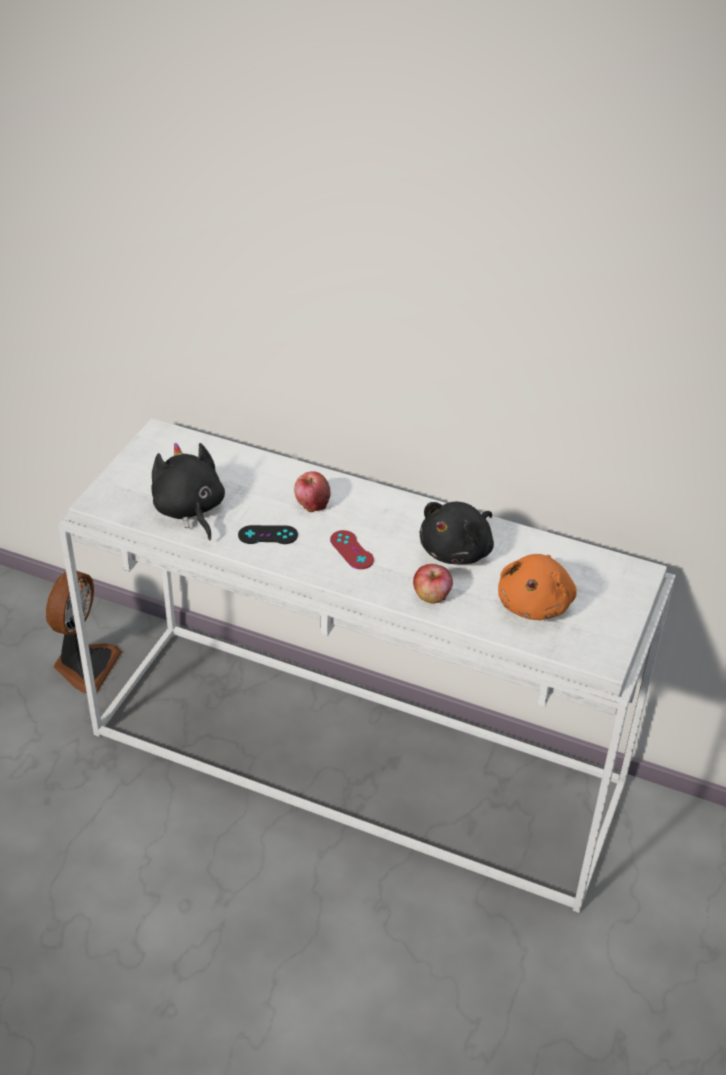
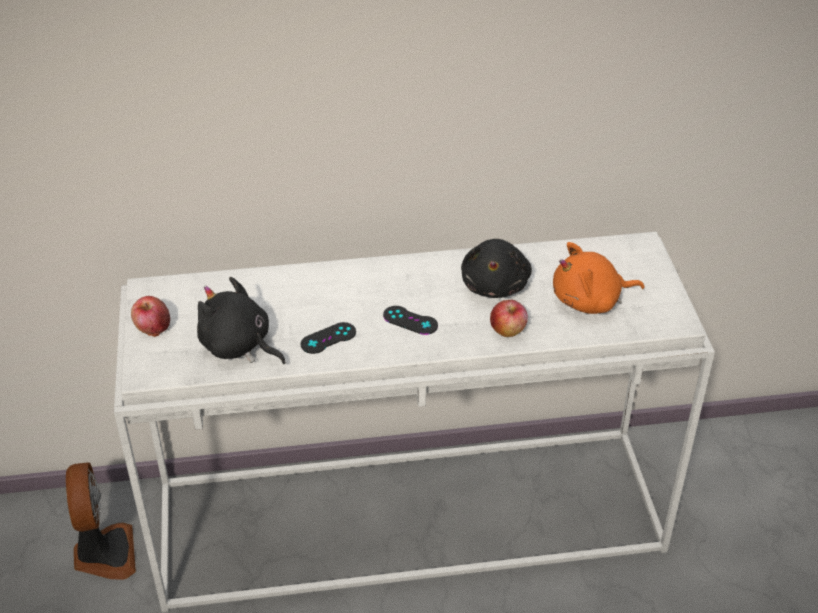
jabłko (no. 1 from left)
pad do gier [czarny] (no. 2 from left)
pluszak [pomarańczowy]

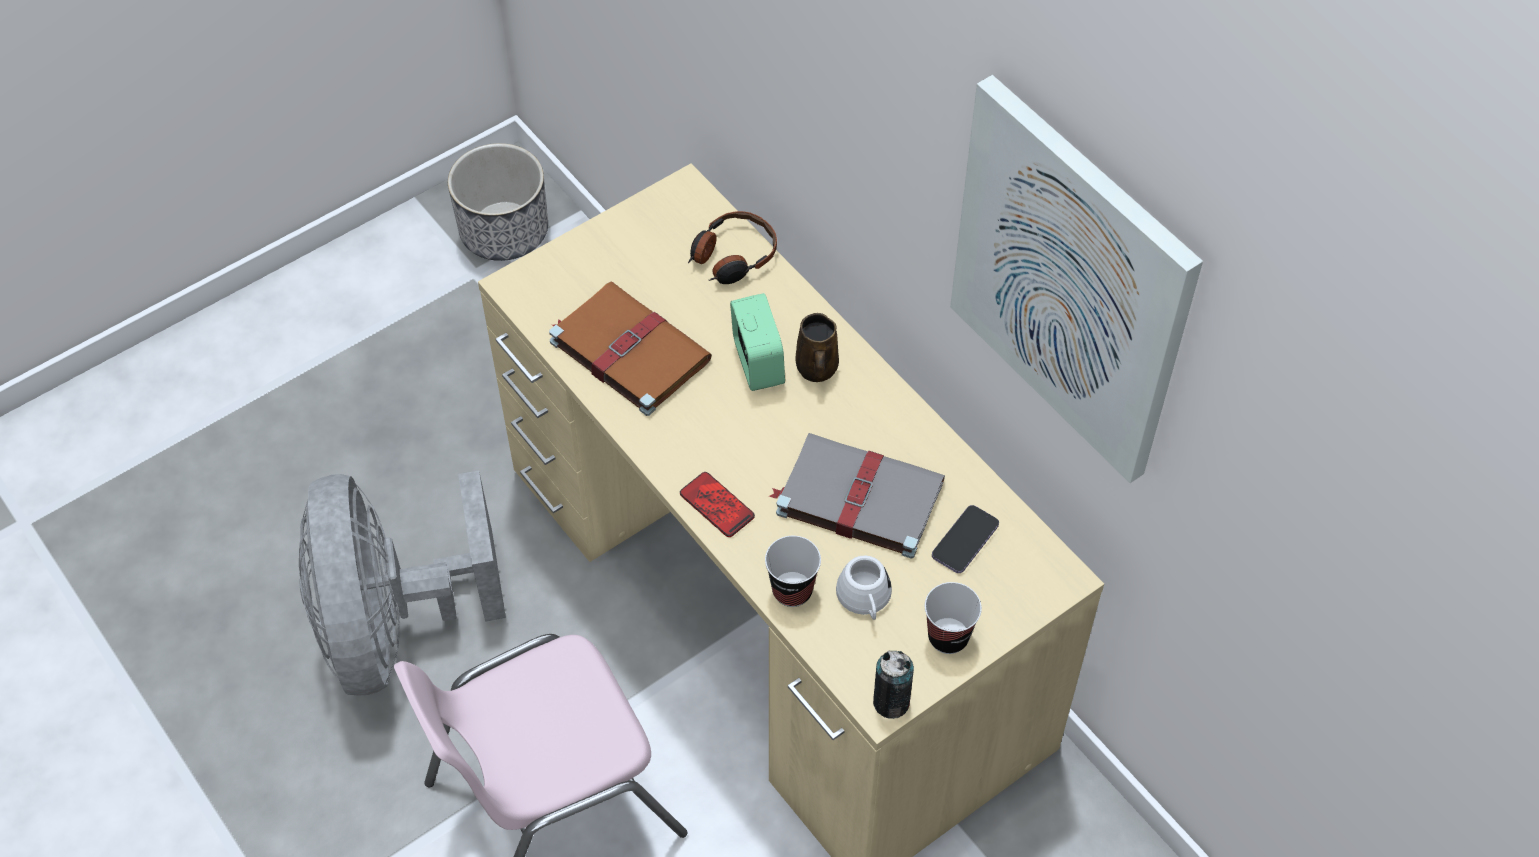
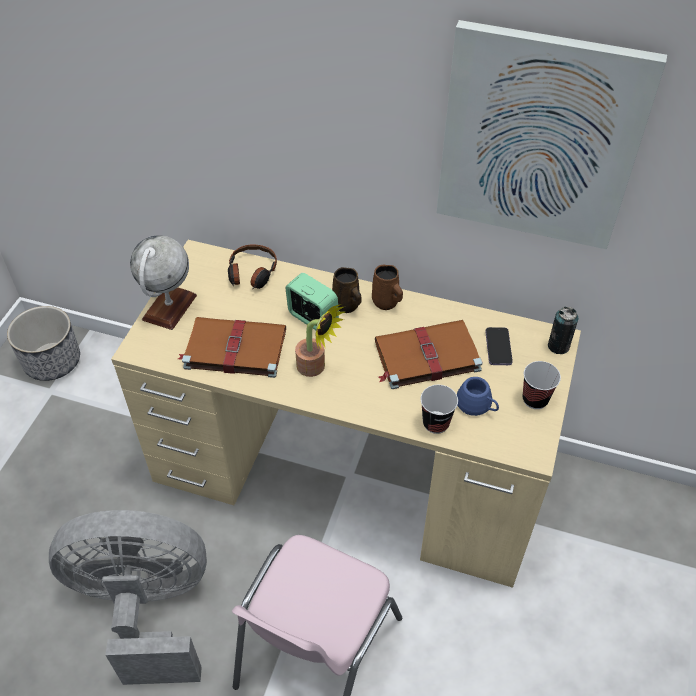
telefon (no. 1 from left in the first image)
globus
roślina doniczkowa
kubek [brązowy] (no. 2 from left)
puszka
książka [brązowy] (no. 2 from left)
kubek [niebieski]
wentylator [szary]

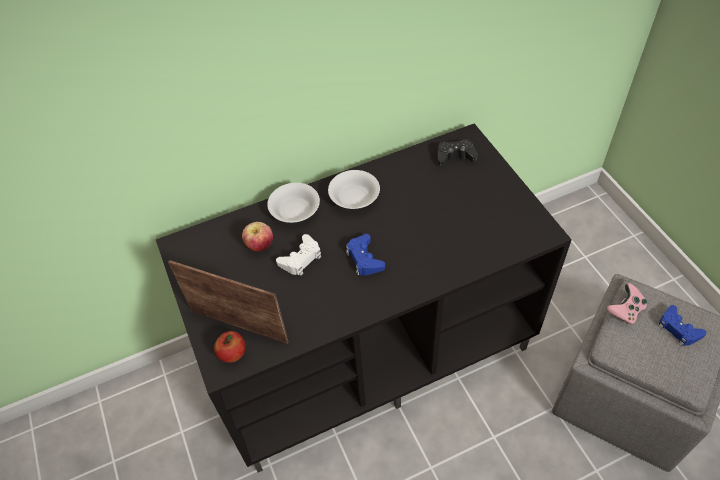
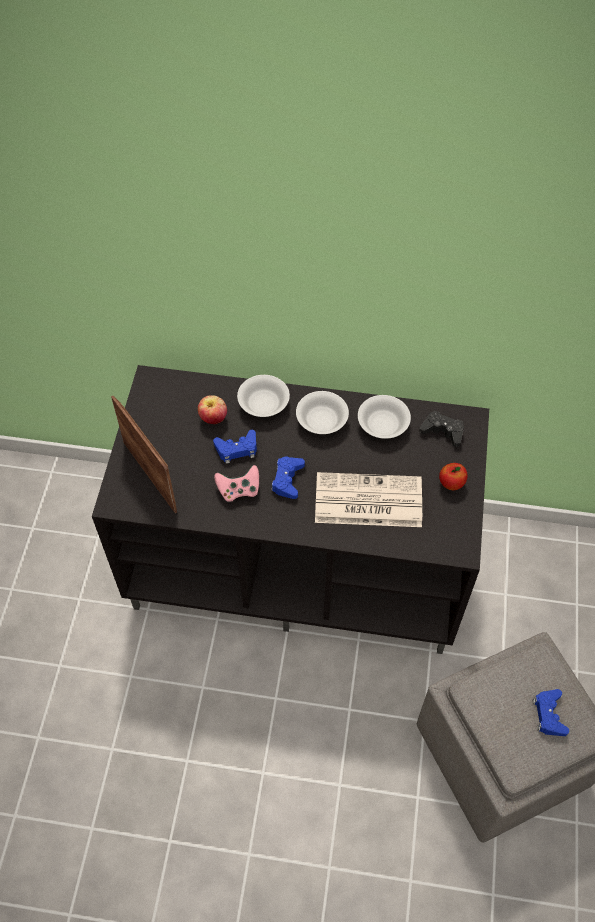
gazeta
miska [biały] (no. 3 from left)
jabłko (no. 2 from left)
pad do gier [różowy]
pad do gier [niebieski] (no. 1 from left)

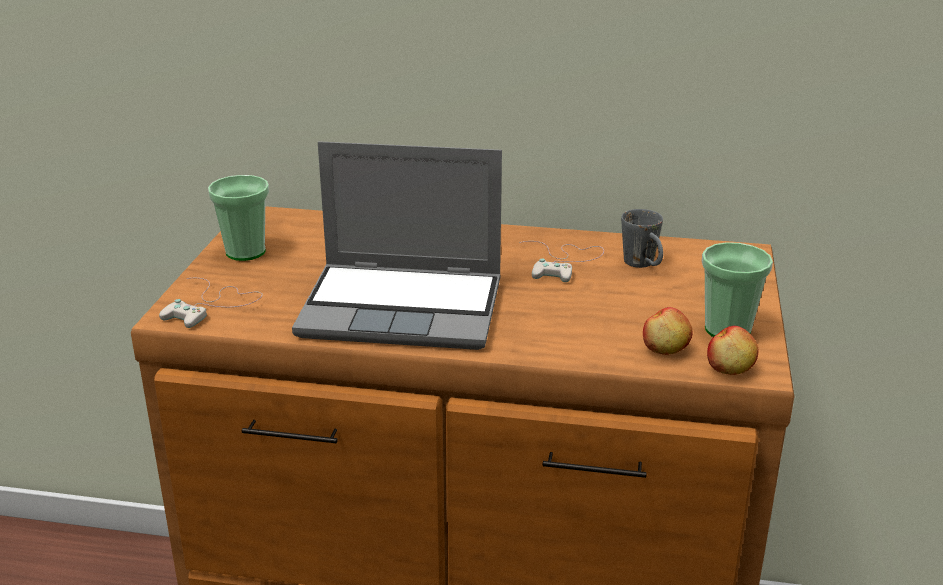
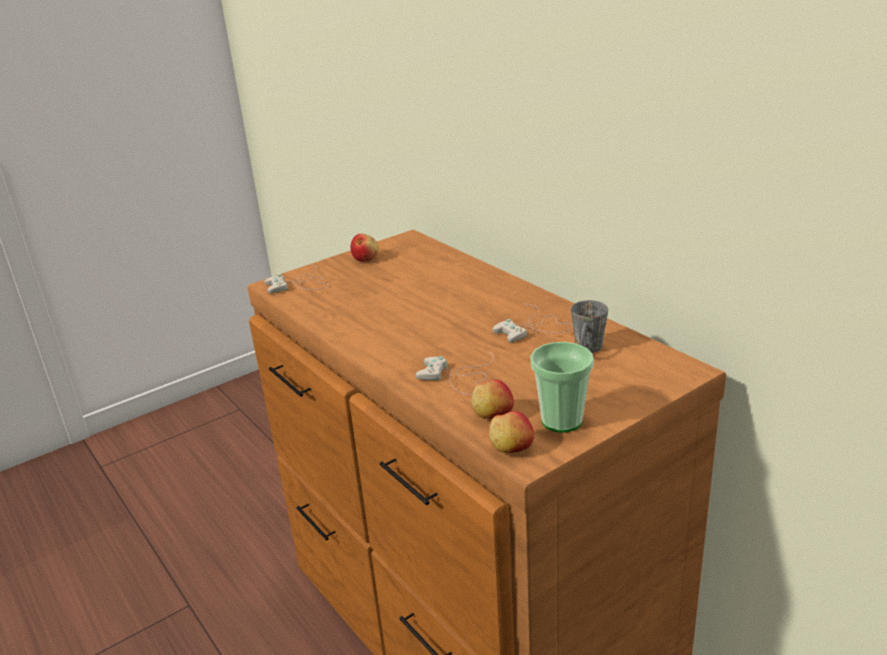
laptop
pad do gier [biały] (no. 2 from left)
jabłko (no. 1 from left)

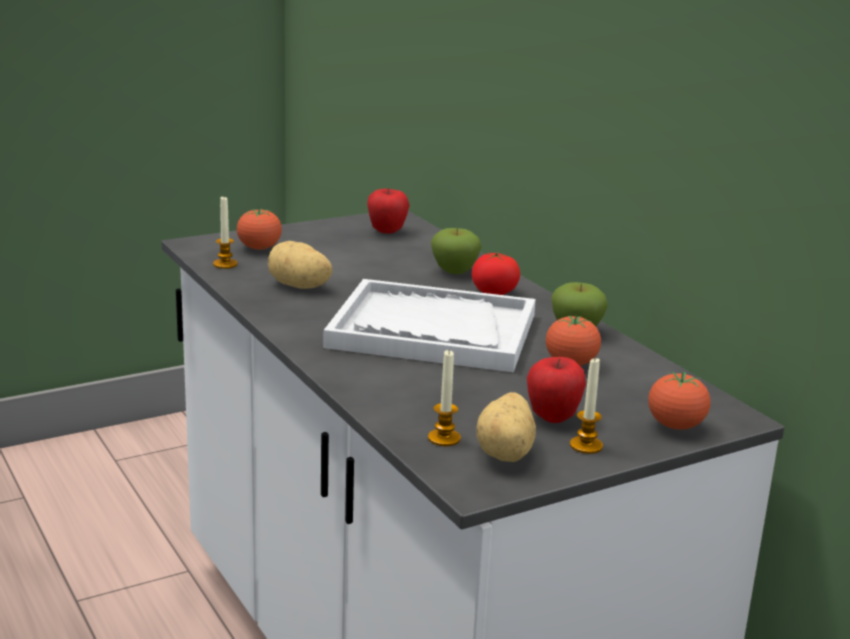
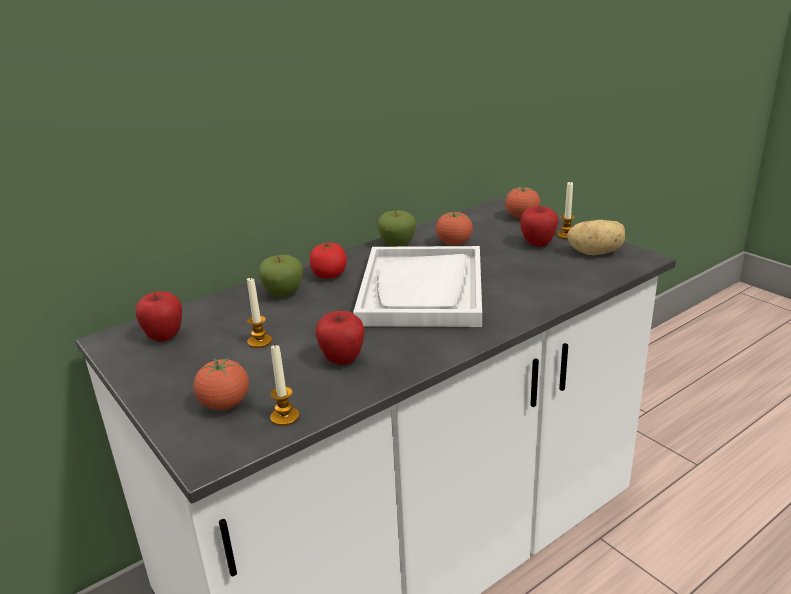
świeca (no. 1 from left)
jabłko (no. 3 from left)

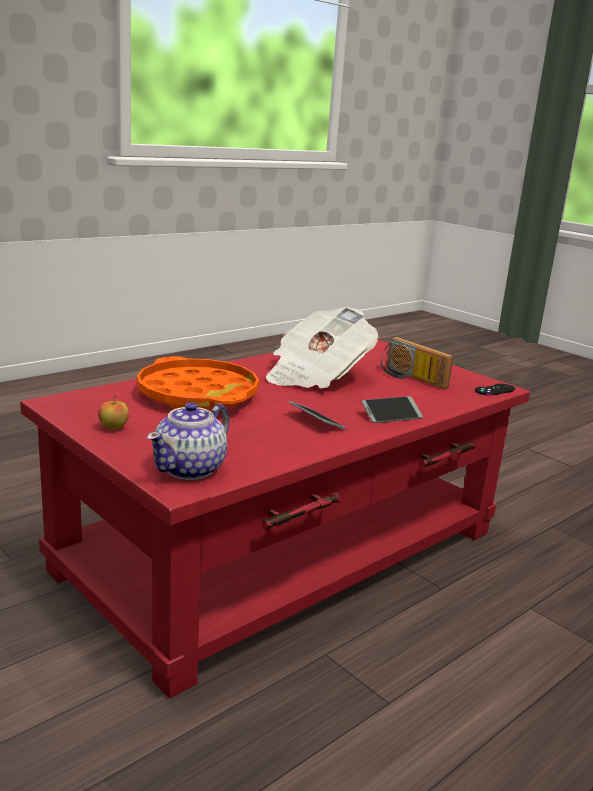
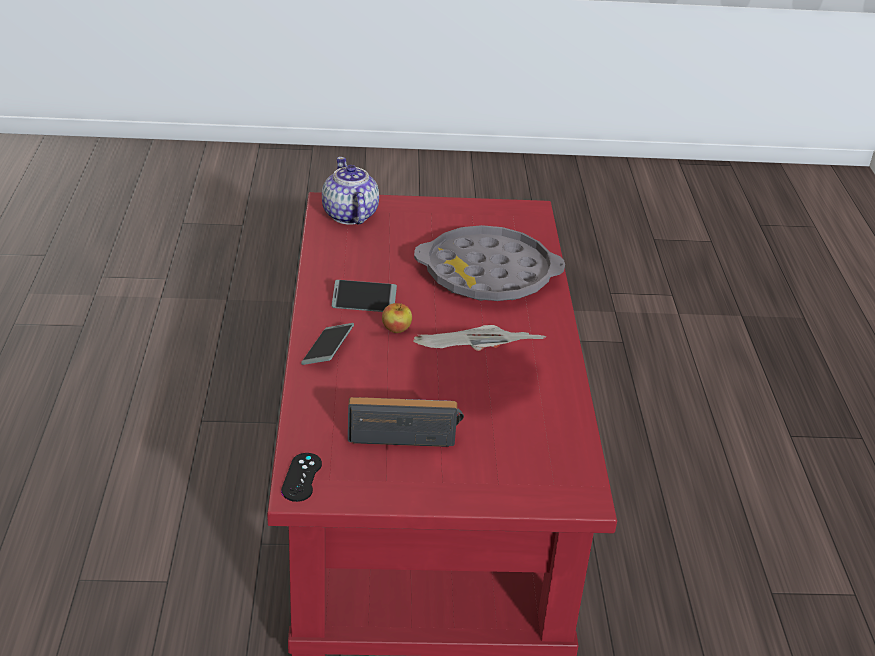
jabłko
taca [szary]

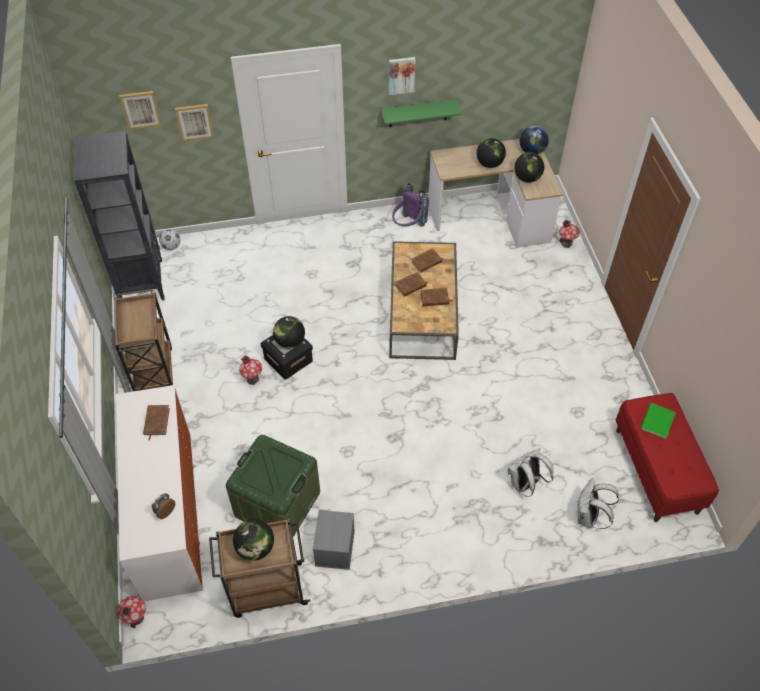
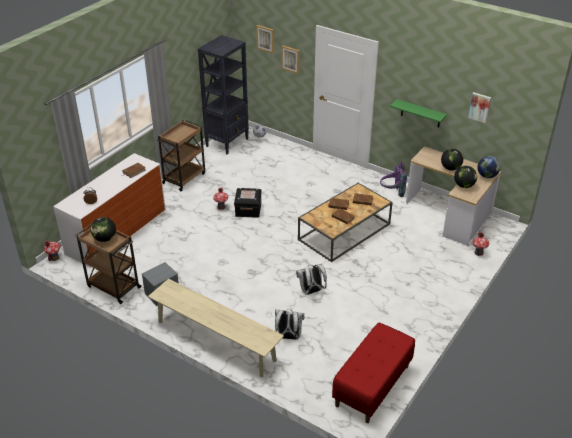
pojemnik do przechowywania [zielony]
globus (no. 2 from left in the first image)
książka [zielony]
ławka [beżowy]
obraz (no. 3 from left)
plecak [biały] (no. 2 from left)

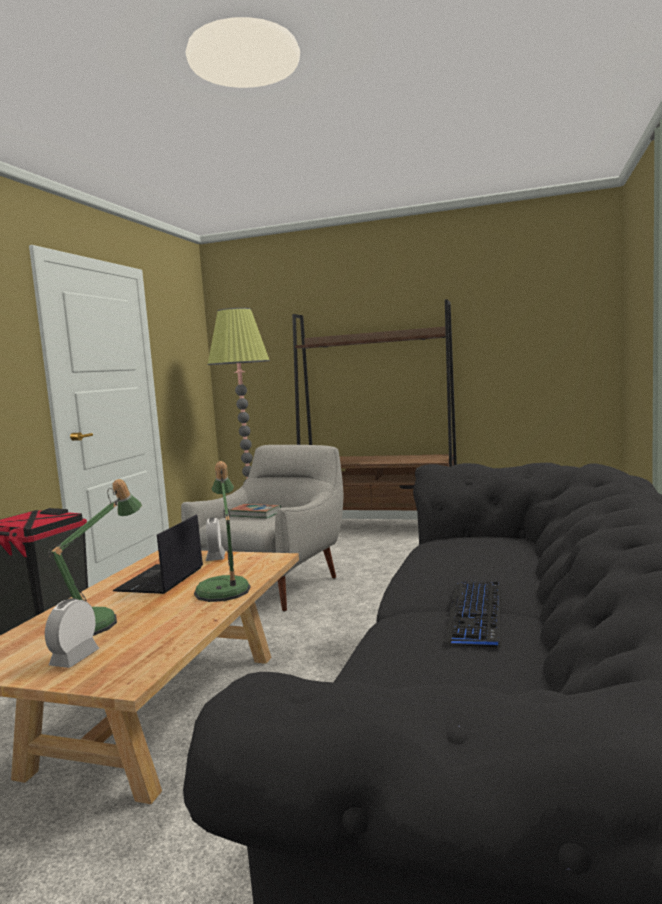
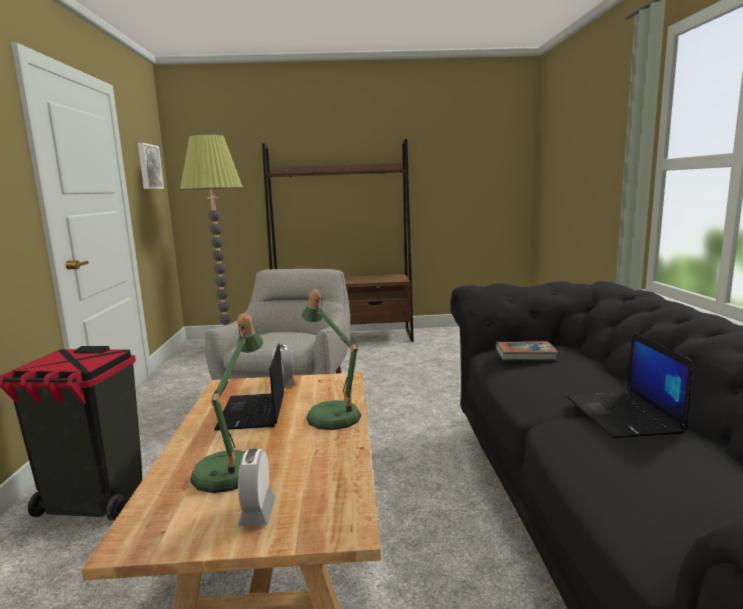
obraz
książka
laptop (no. 2 from left)

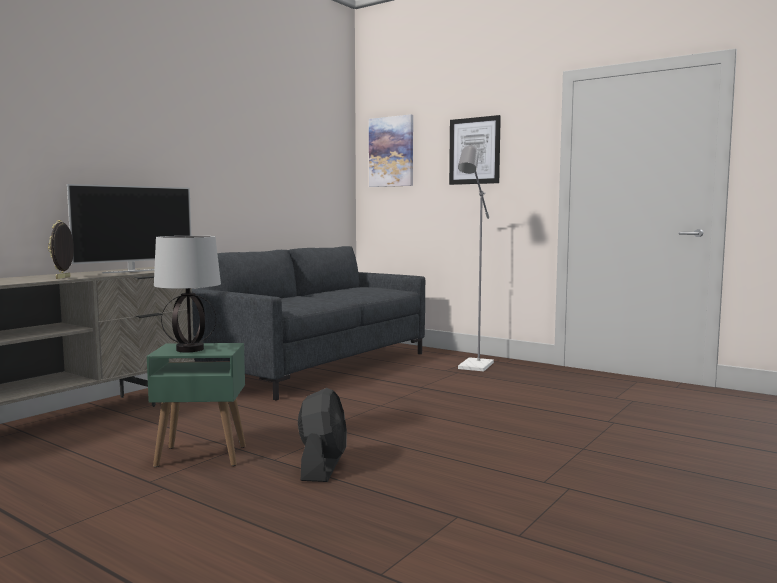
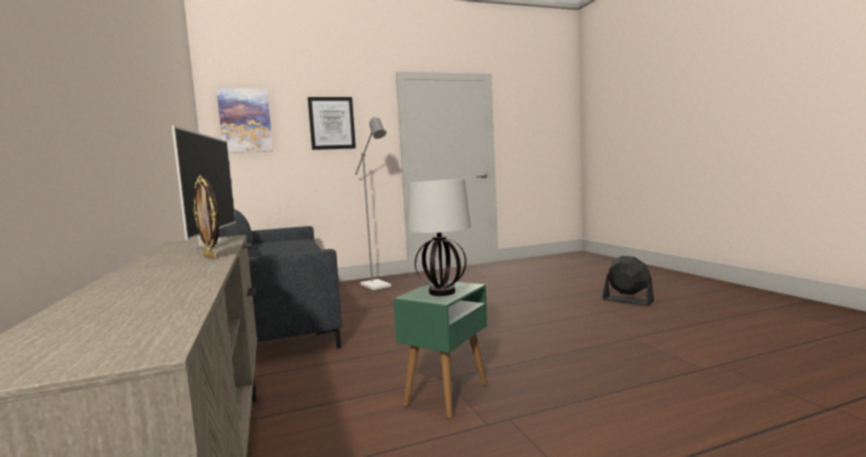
wentylator [czarny]

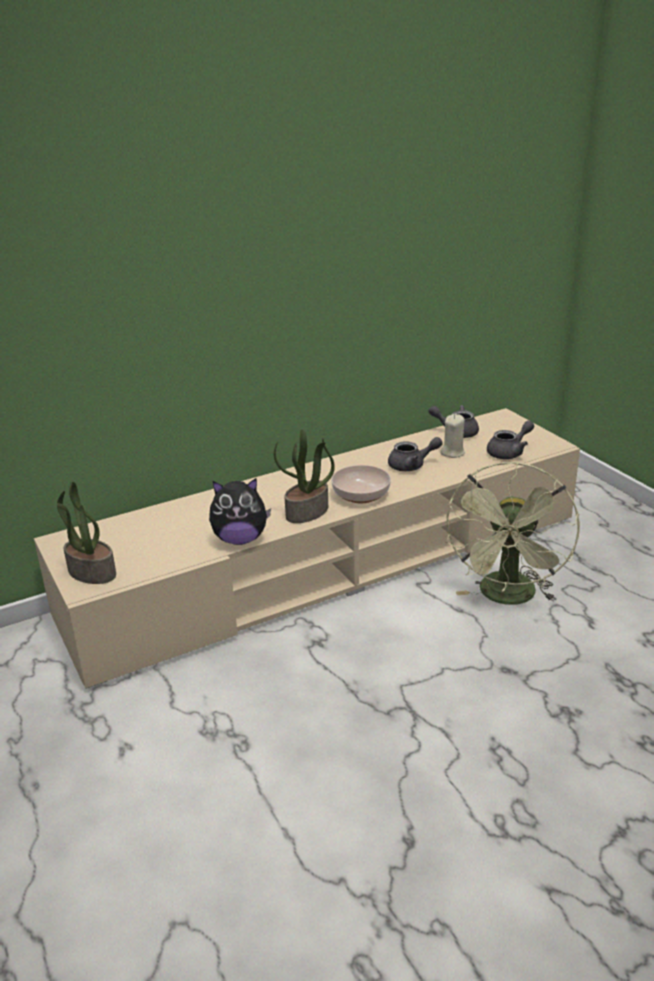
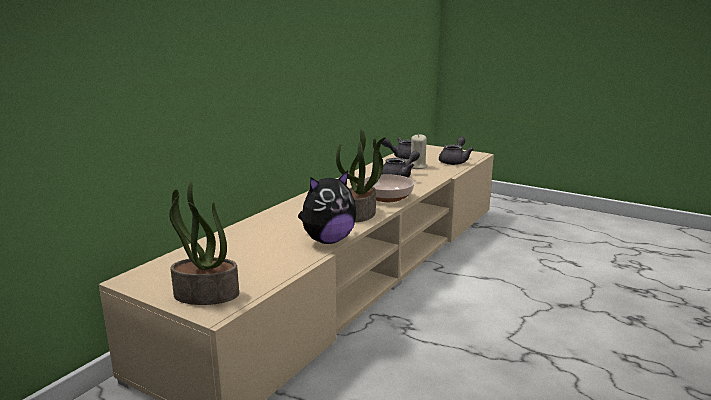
wentylator [zielony]

